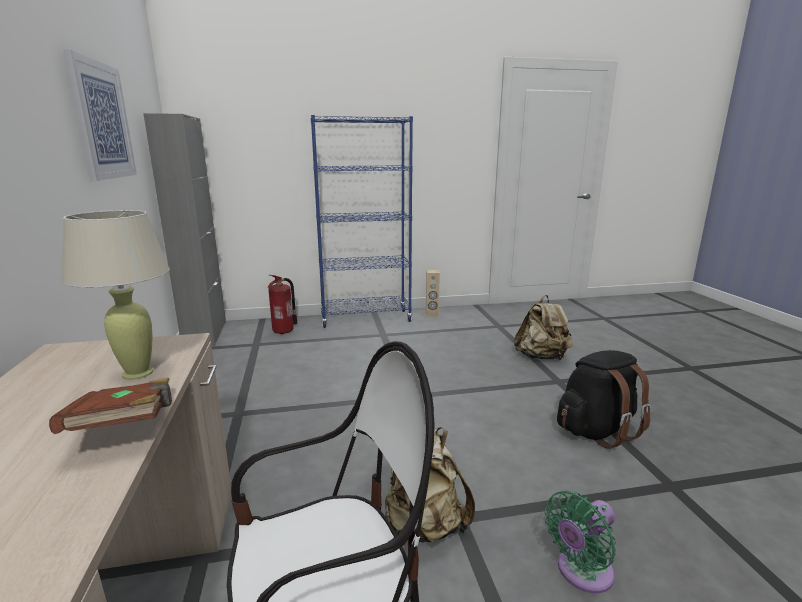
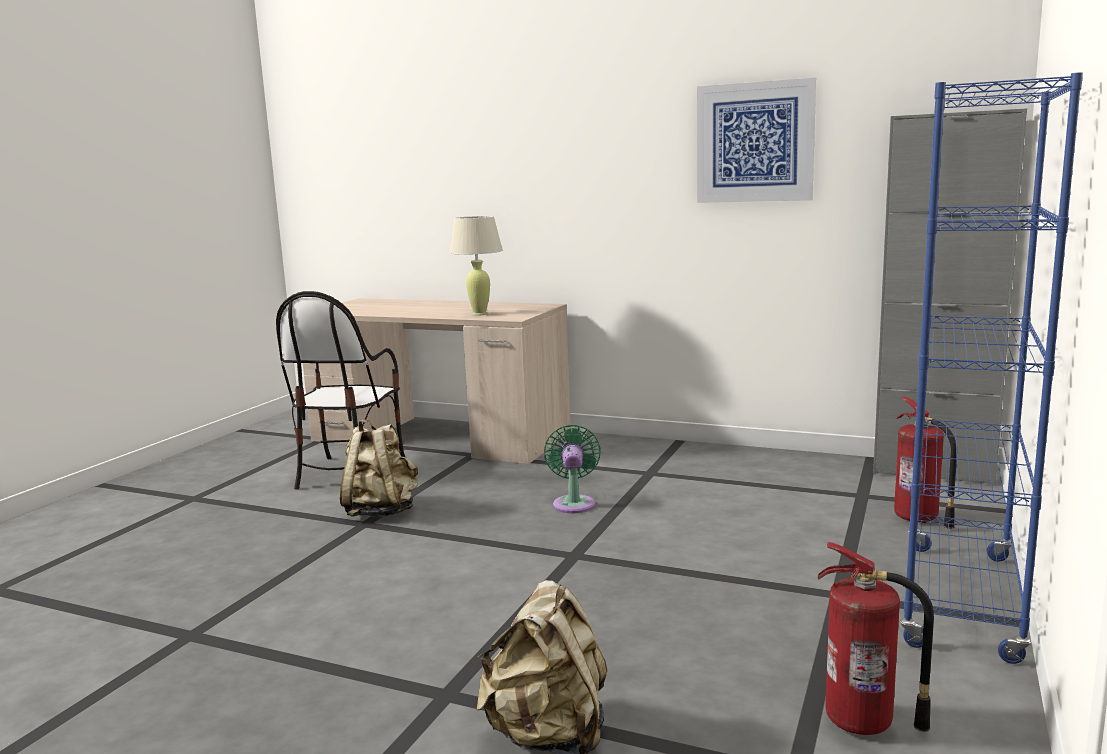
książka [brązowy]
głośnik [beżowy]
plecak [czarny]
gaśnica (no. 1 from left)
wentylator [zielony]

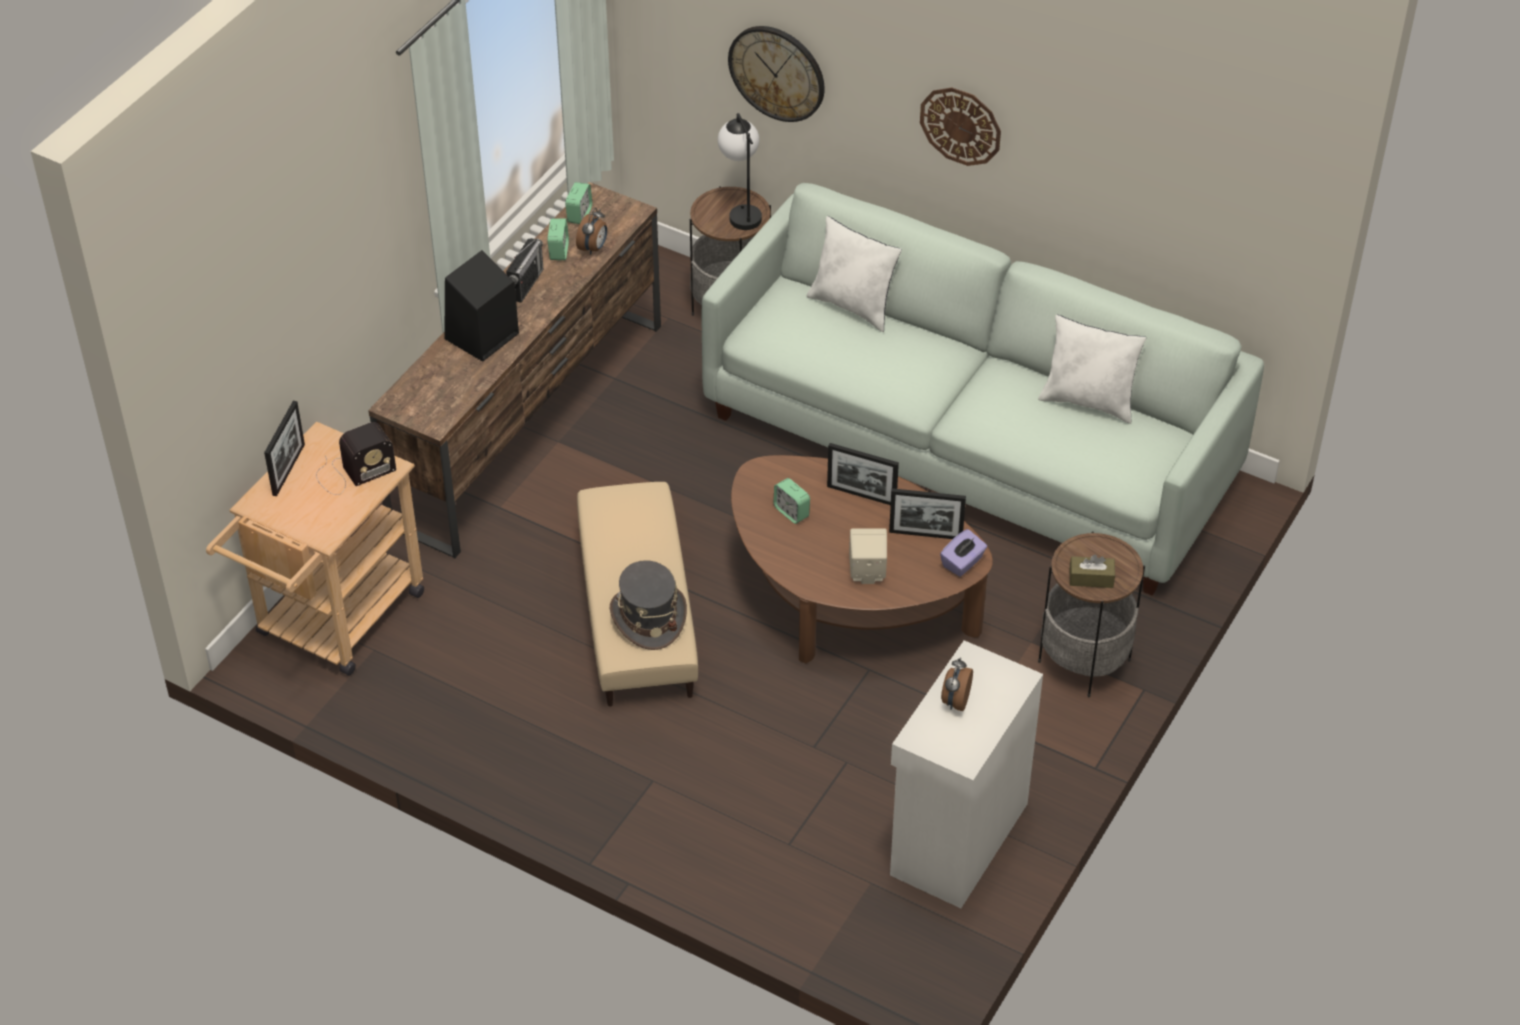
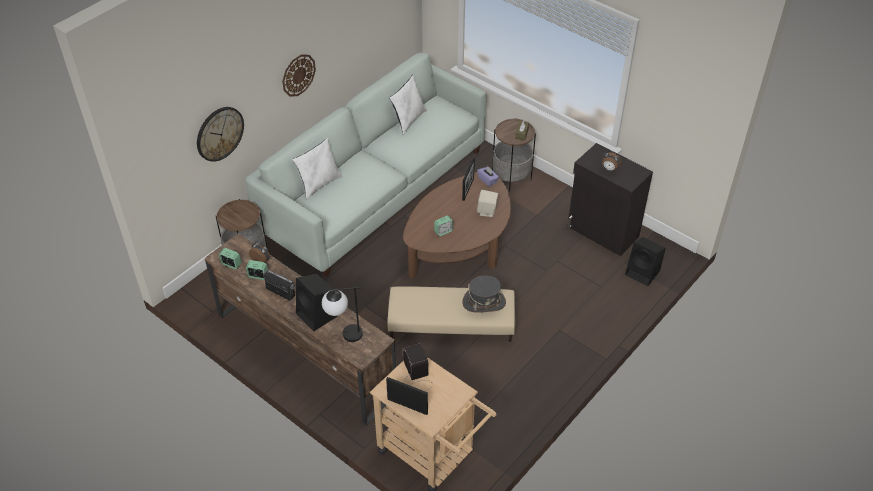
ramka na zdjęcie (no. 2 from left in the first image)
głośnik [czarny] (no. 2 from left)
lampa stołowa
szafka [czarny]

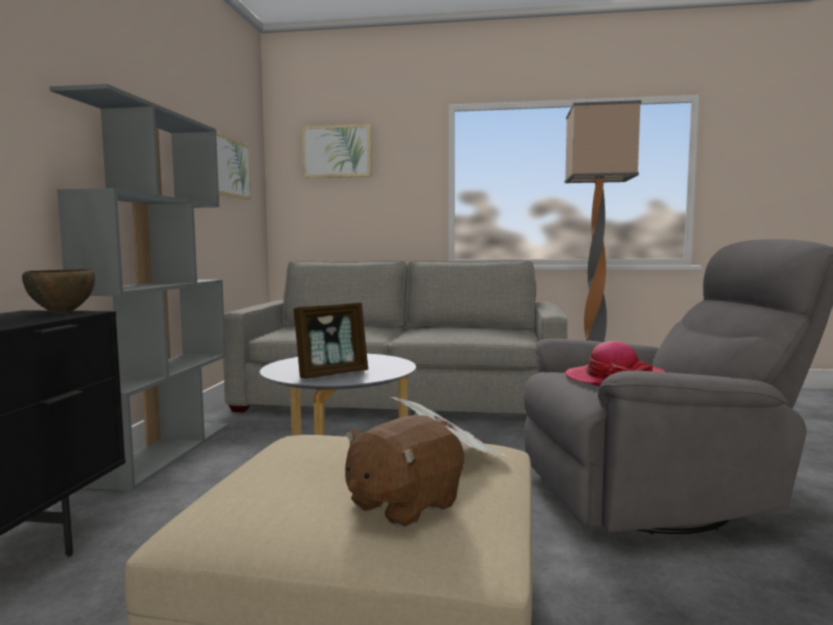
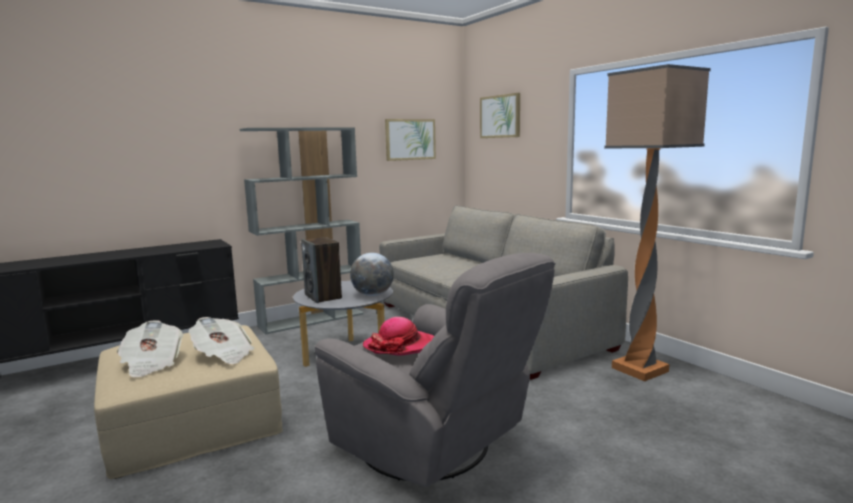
miska [brązowy]
globus
głośnik
gazeta (no. 1 from left)

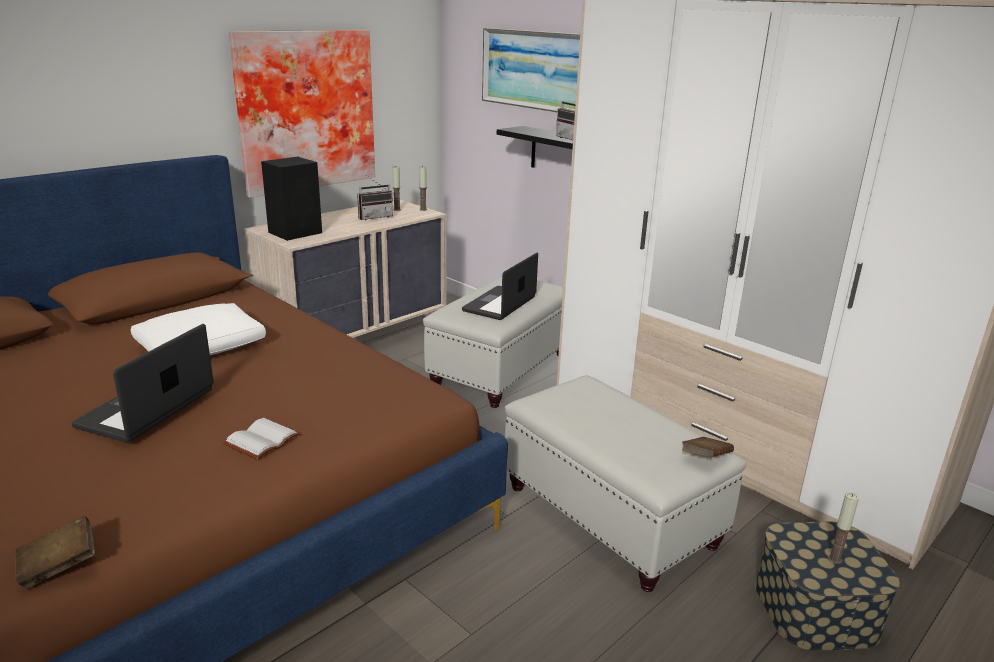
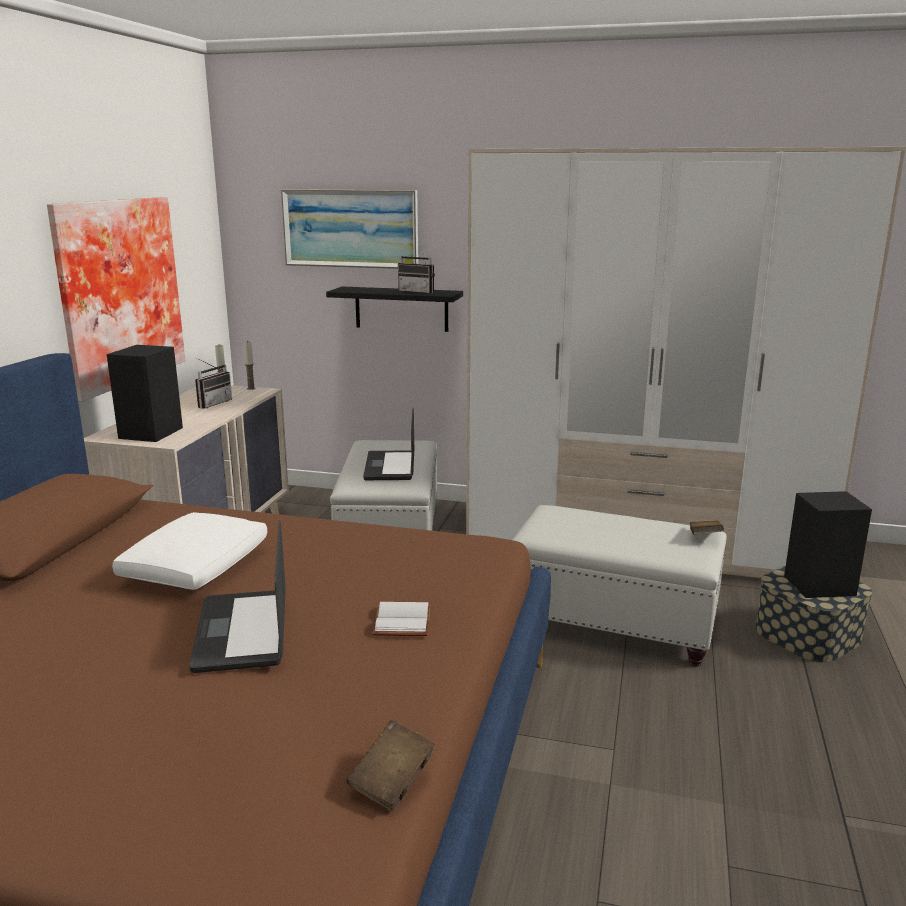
głośnik [czarny] (no. 2 from left)

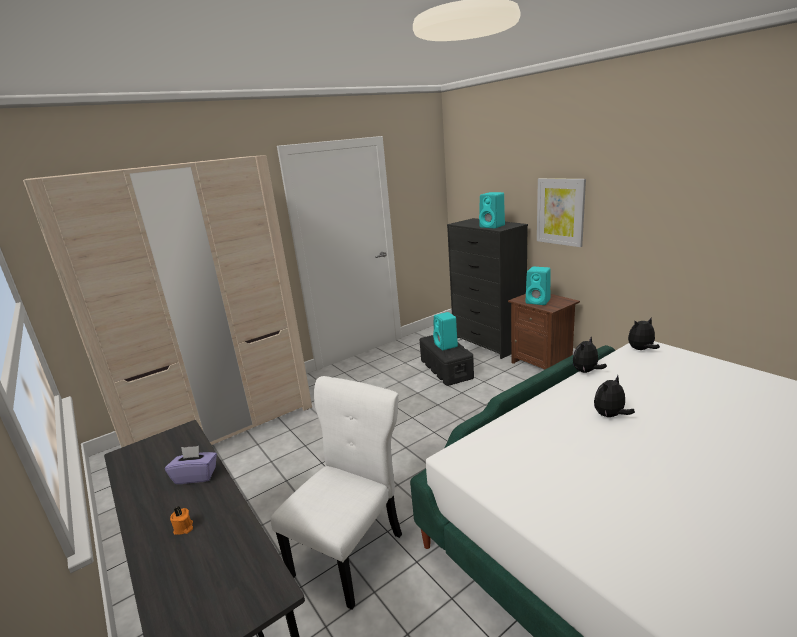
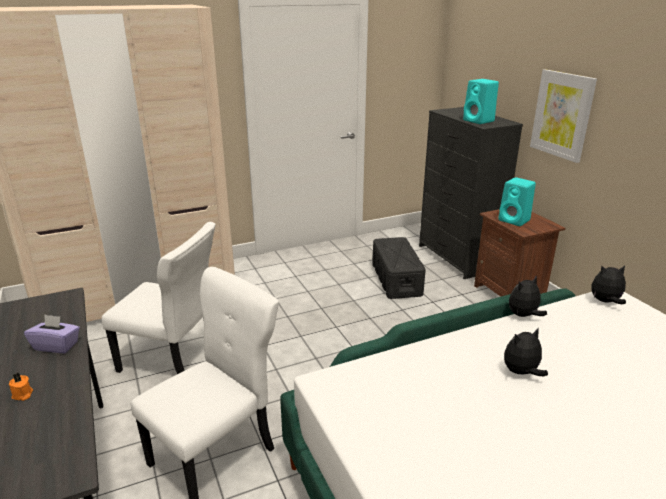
głośnik [turkusowy] (no. 1 from left in the first image)
krzesło [biały] (no. 1 from left)

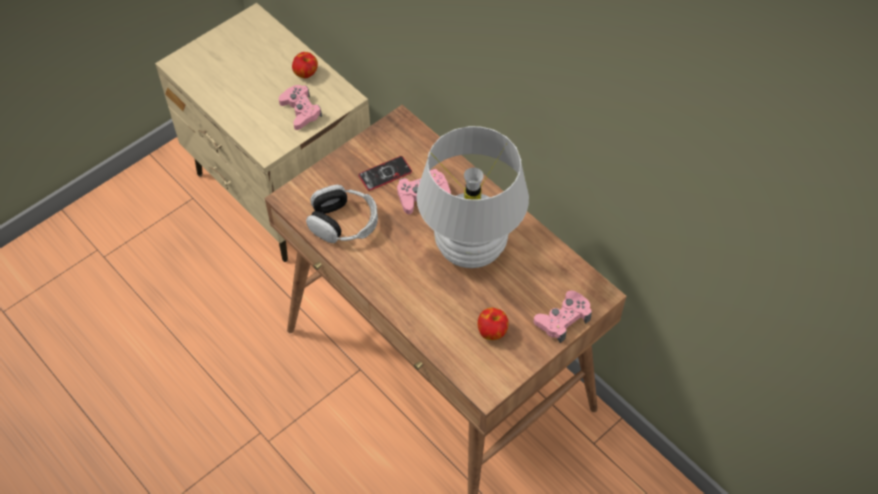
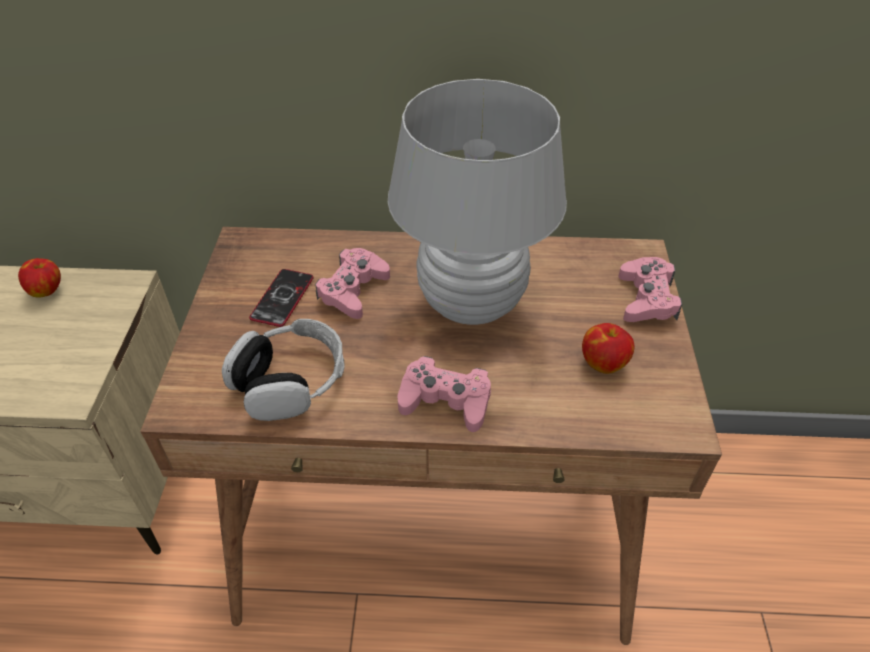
pad do gier [różowy] (no. 2 from left)

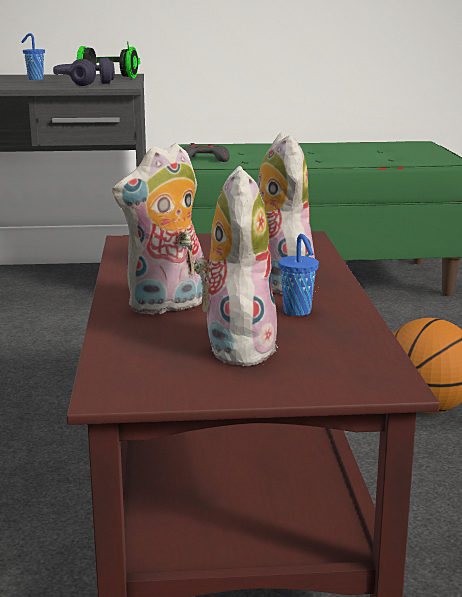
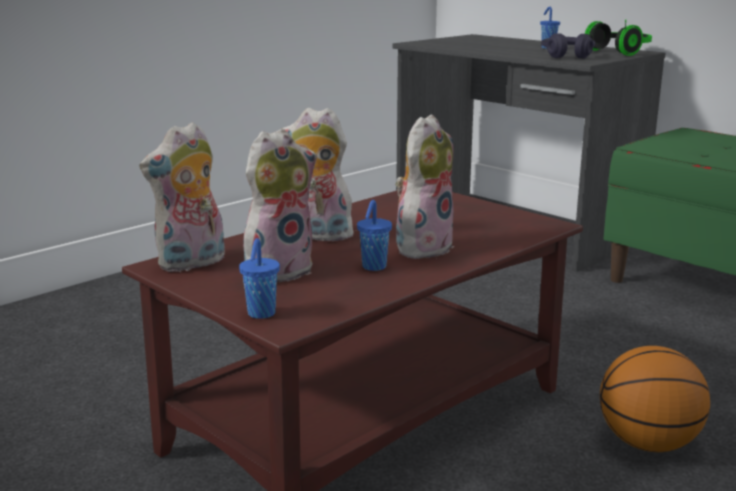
pad do gier [szary]
pluszak (no. 1 from left)
filiżanka [niebieski] (no. 1 from left)

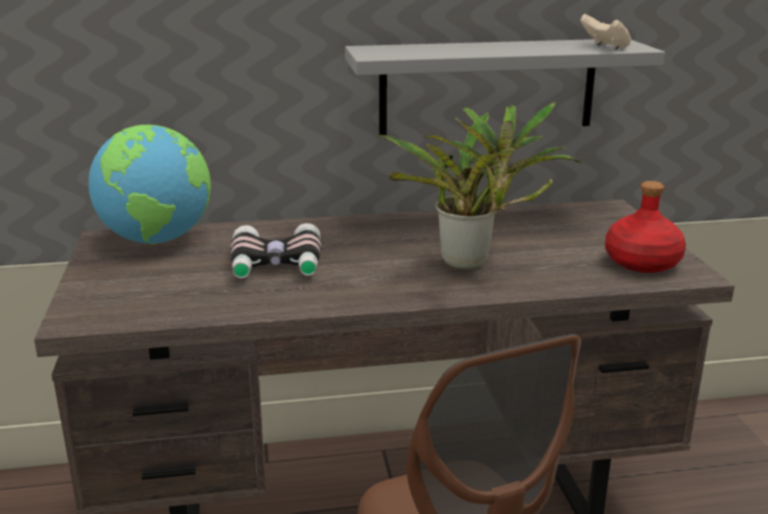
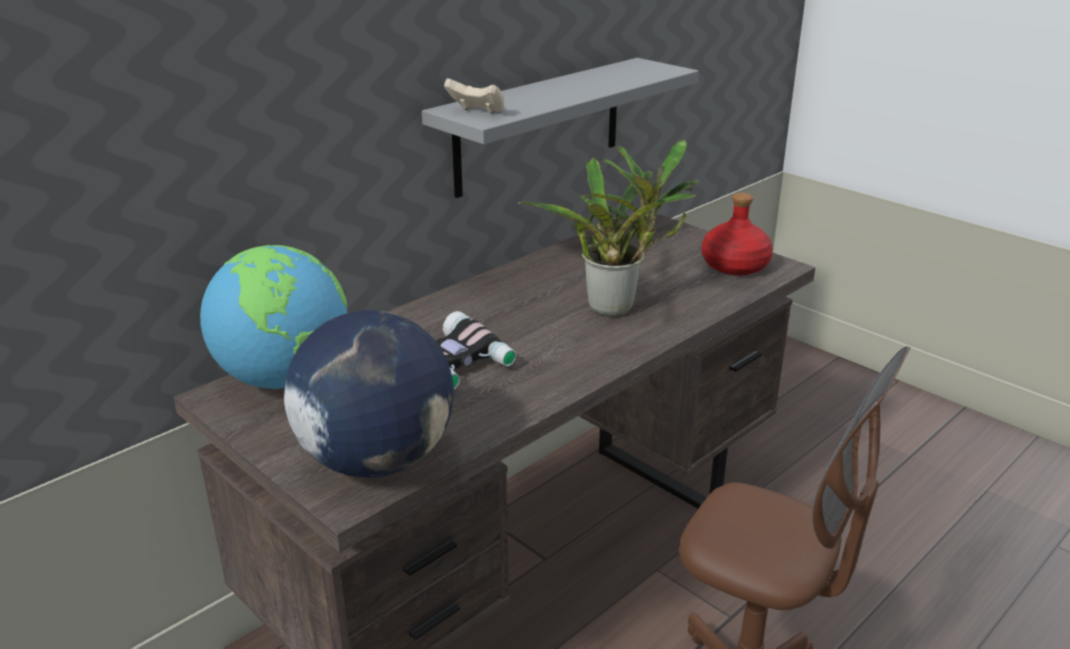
globus (no. 2 from left)
pad do gier [beżowy]

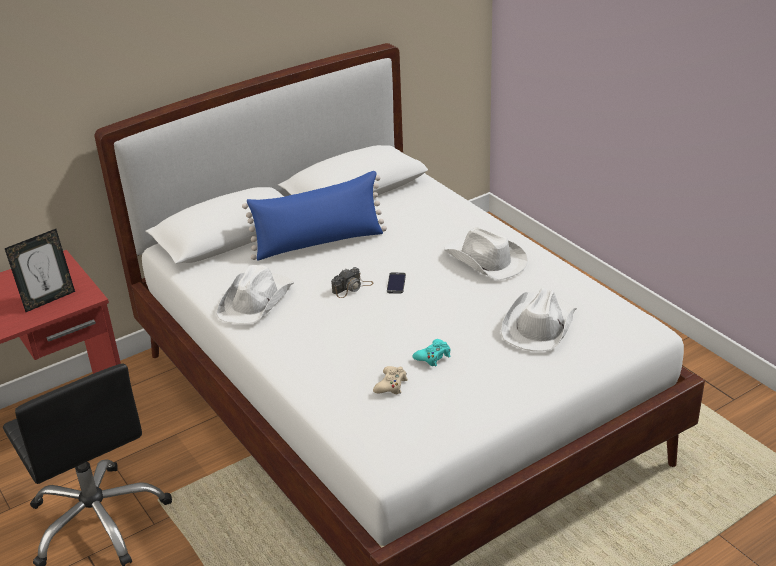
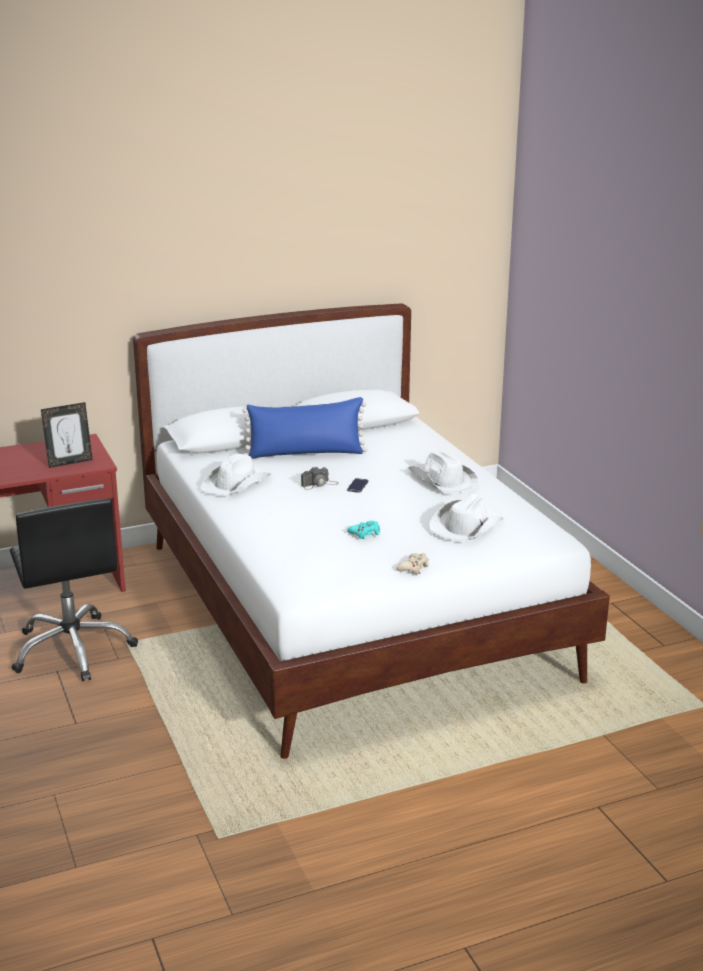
pad do gier [beżowy]

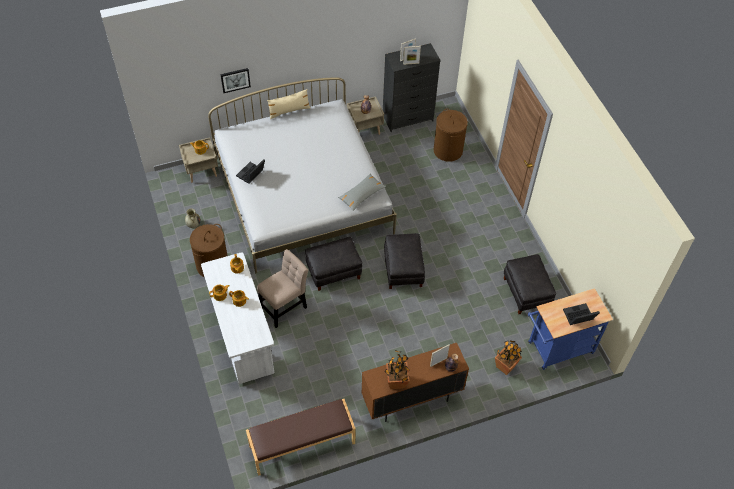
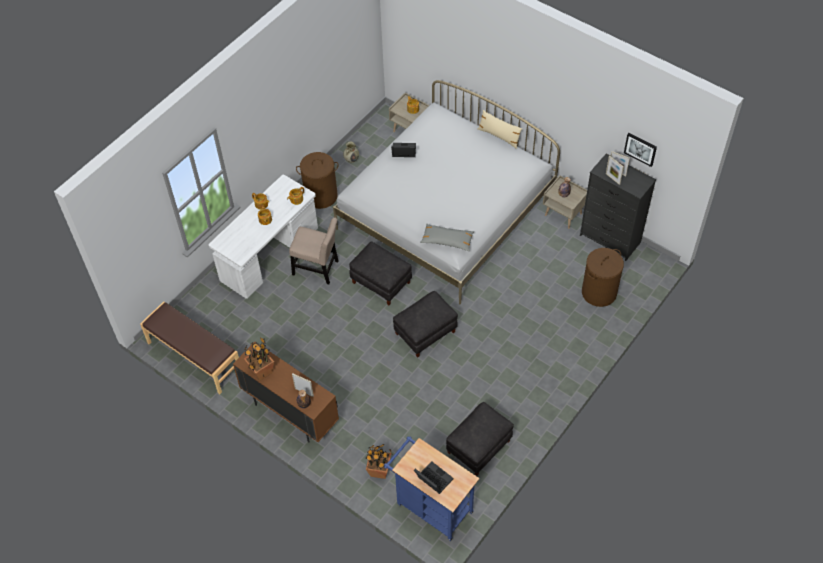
obraz

